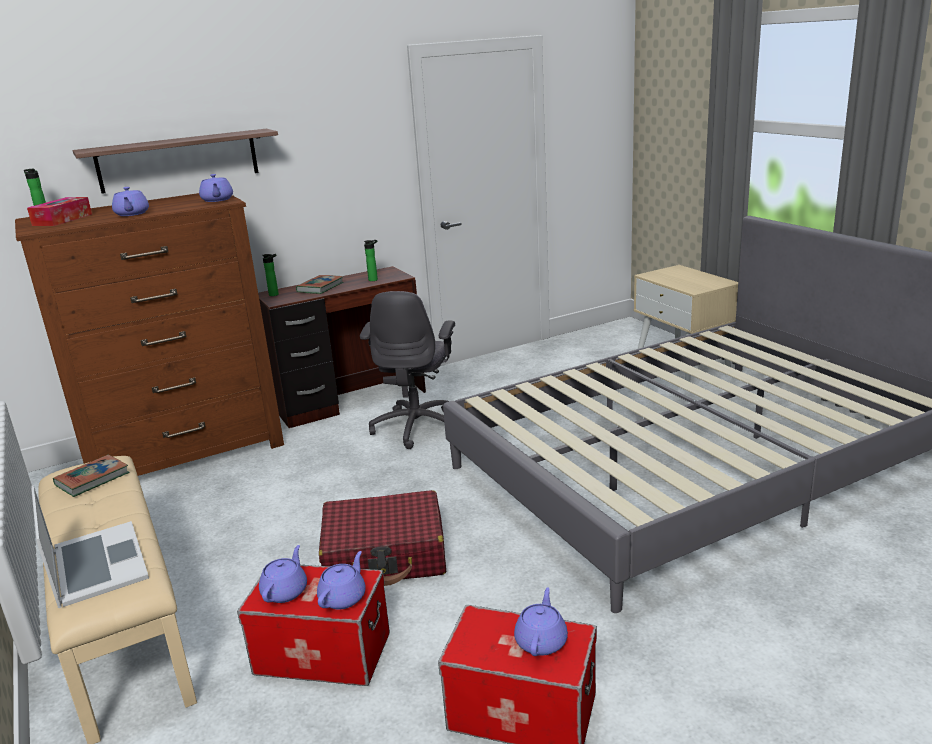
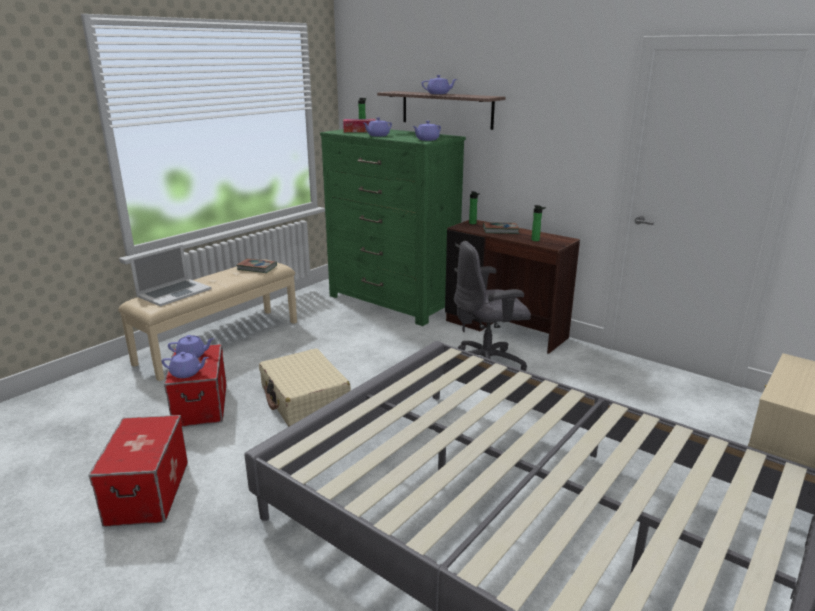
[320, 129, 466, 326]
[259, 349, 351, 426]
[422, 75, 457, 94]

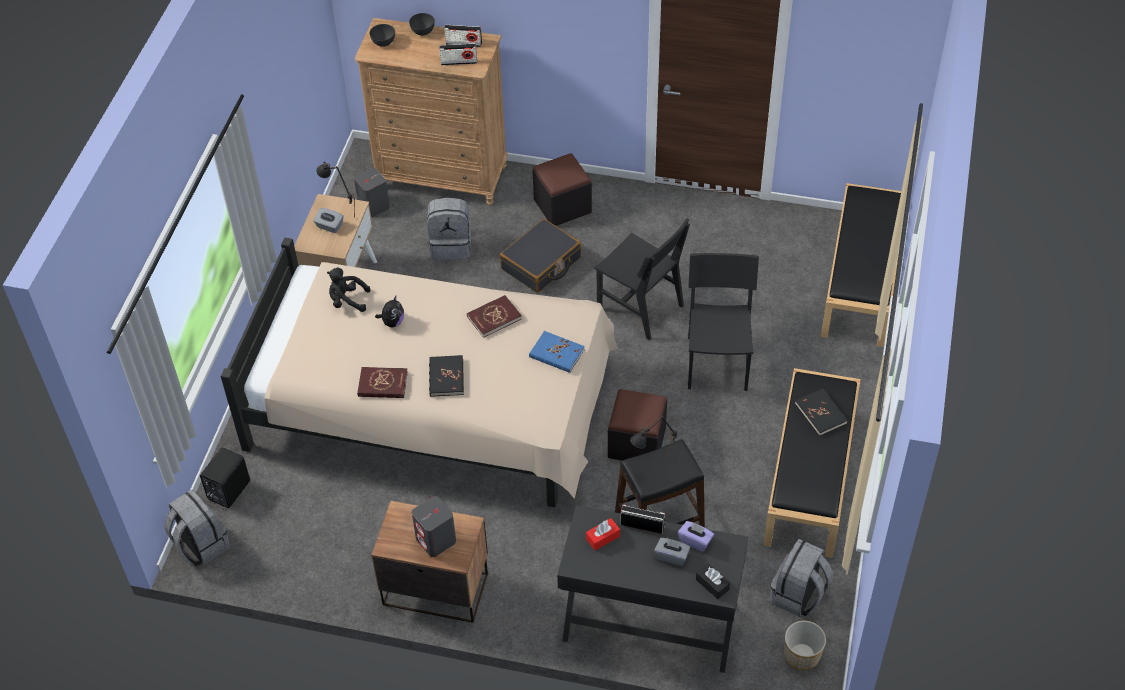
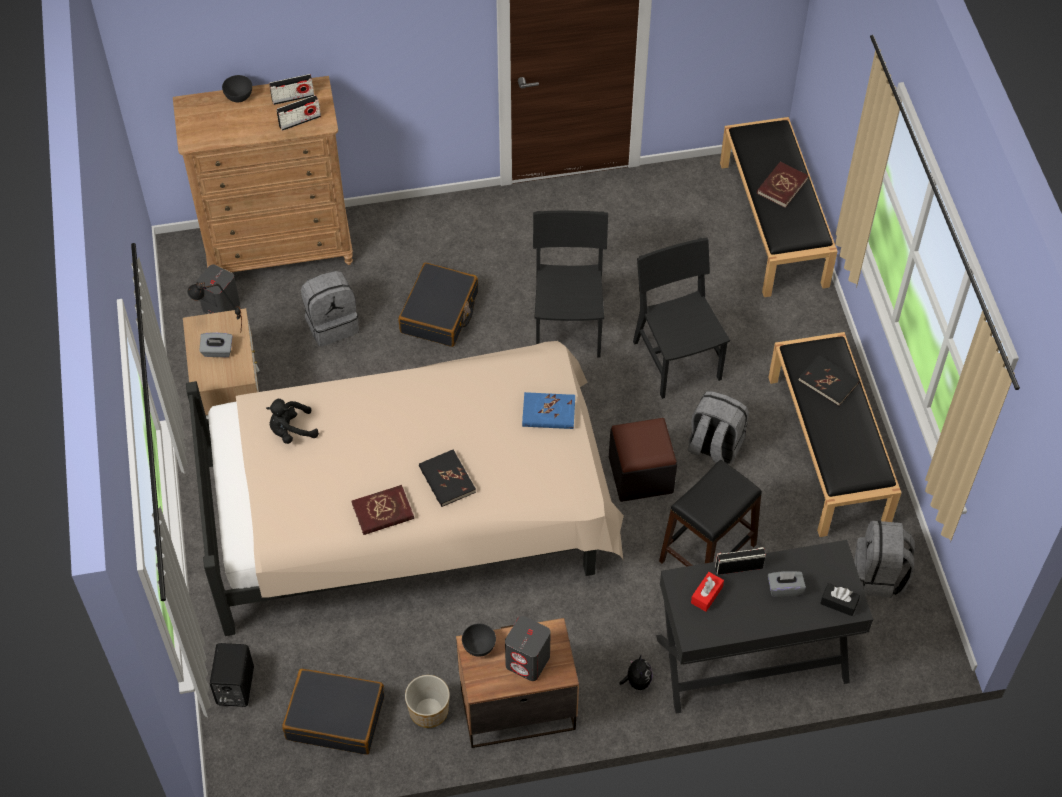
[462, 623, 496, 657]
[532, 153, 592, 226] (first image)
[533, 211, 608, 357]
[757, 161, 809, 208]
[619, 655, 652, 690]
[630, 416, 677, 456] (first image)
[687, 391, 749, 464]
[678, 521, 714, 552] (first image)
[405, 675, 450, 728]
[282, 669, 384, 755]

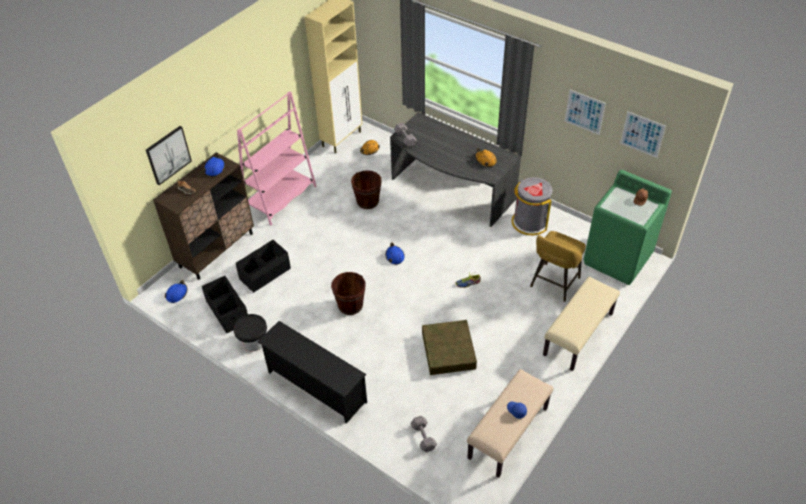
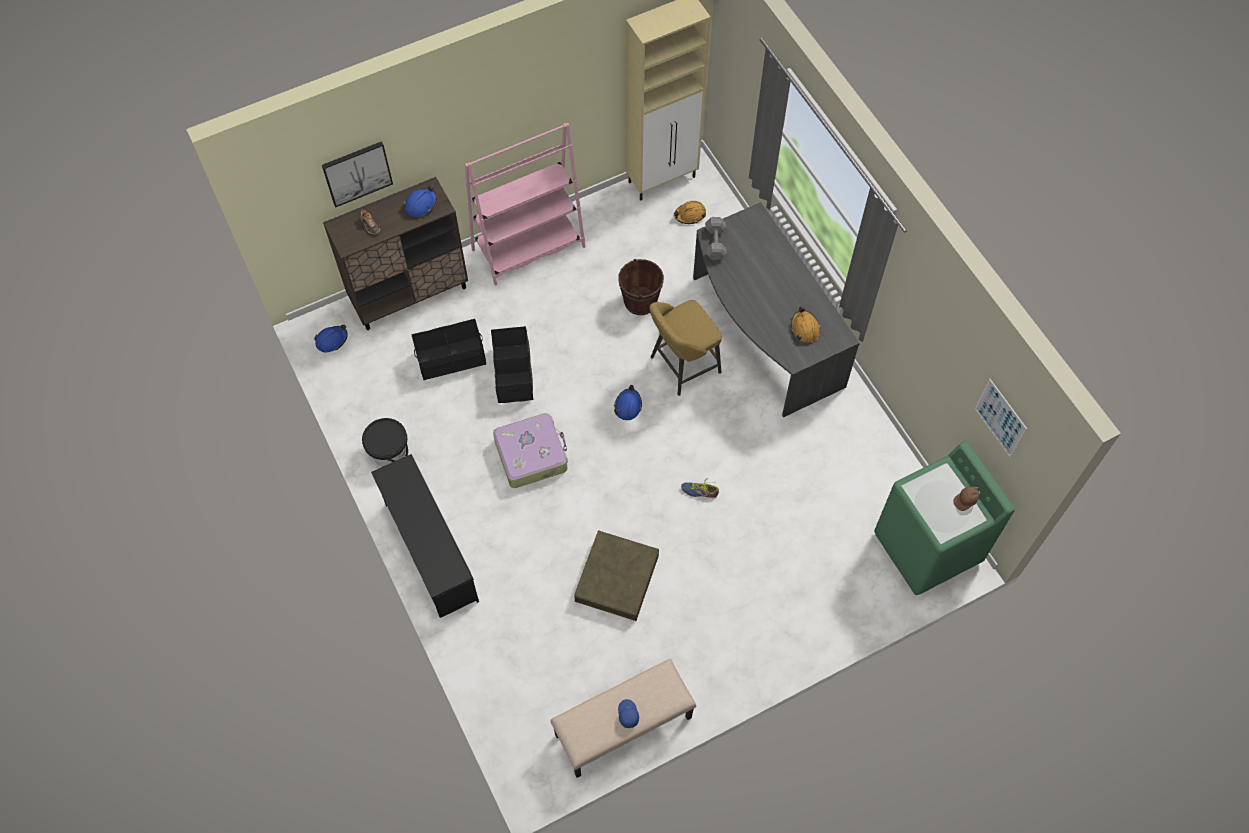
[565, 90, 606, 135] (first image)
[512, 177, 552, 235] (first image)
[649, 300, 722, 396]
[493, 413, 568, 488]
[491, 326, 533, 403]
[543, 277, 620, 371] (first image)
[410, 416, 437, 452] (first image)

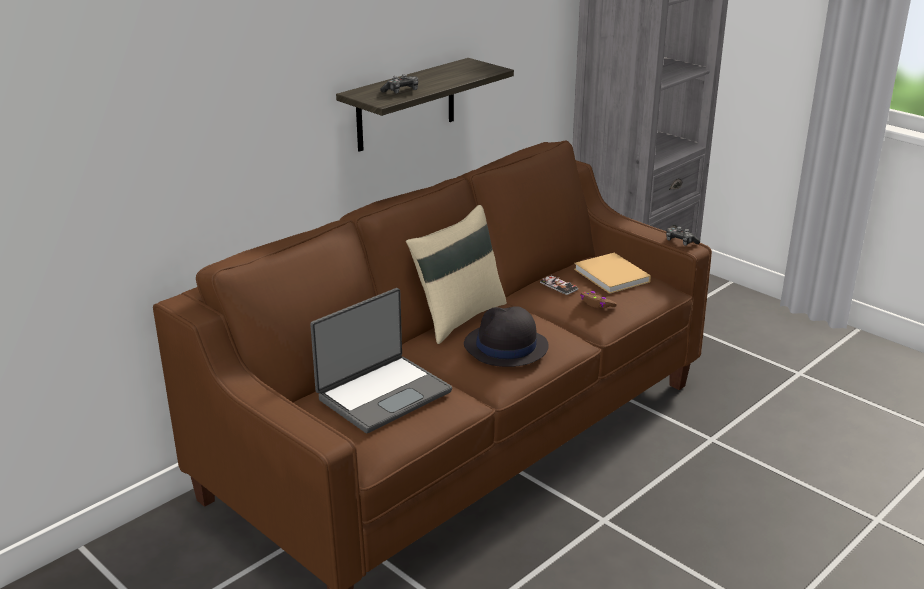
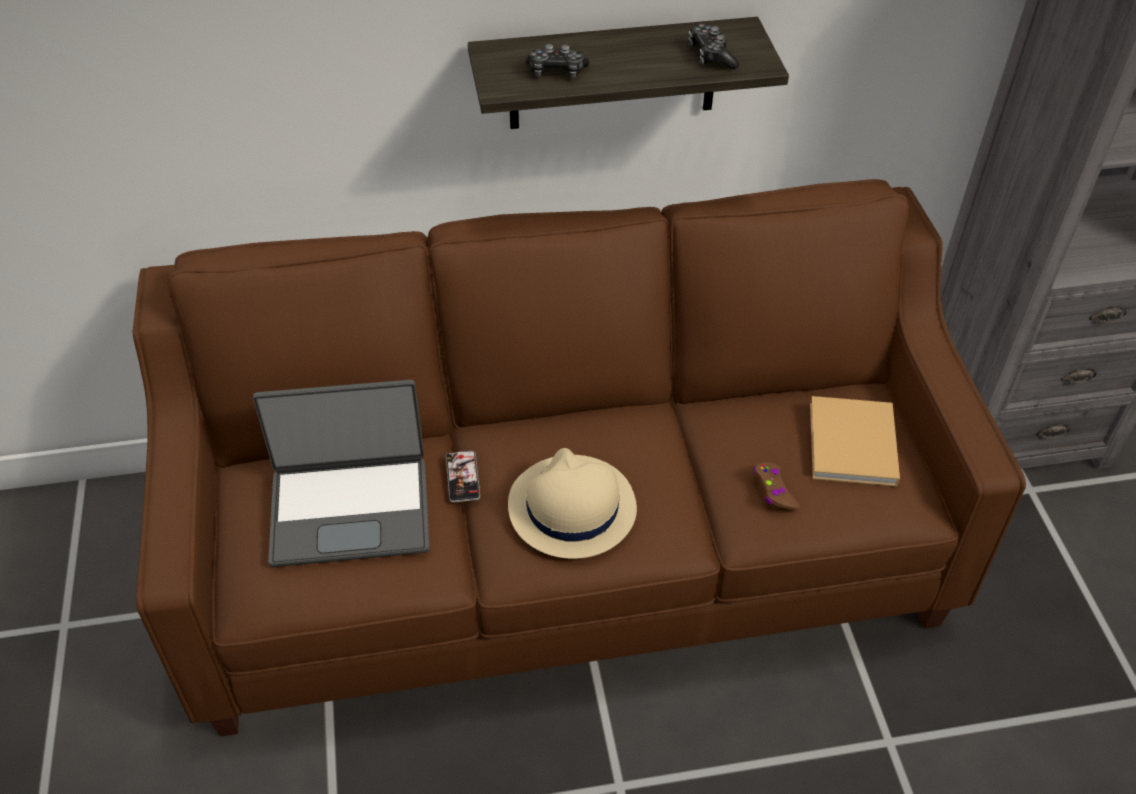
[406, 205, 507, 344] (first image)
[689, 23, 739, 70]
[446, 451, 480, 503]
[508, 448, 637, 559]

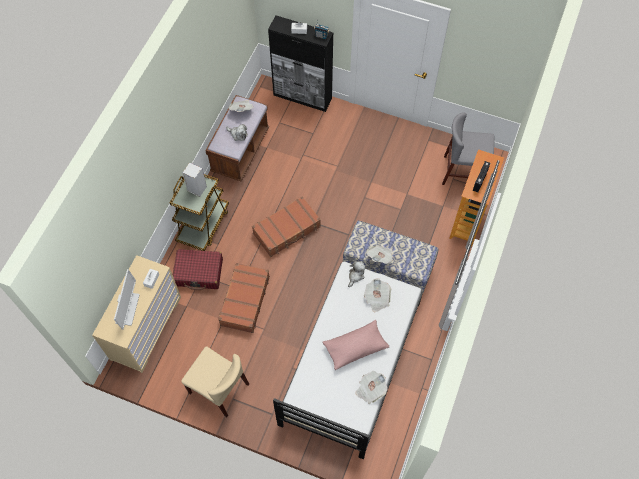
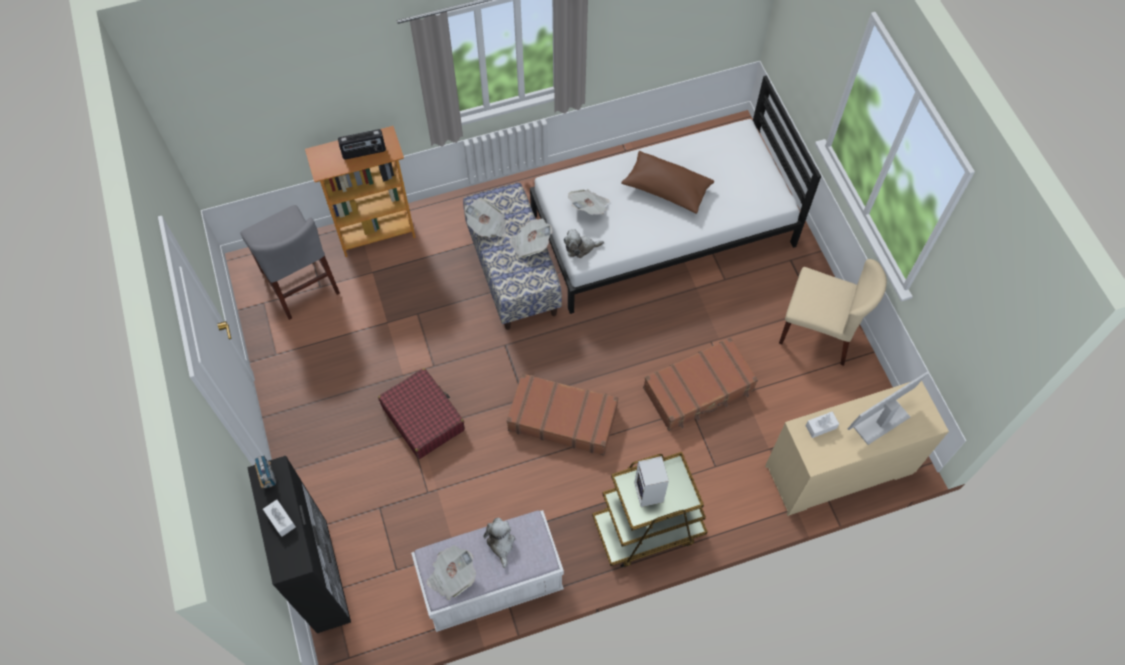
[411, 510, 564, 632]
[378, 368, 465, 459]
[621, 151, 714, 214]
[779, 259, 887, 366]
[465, 199, 506, 238]

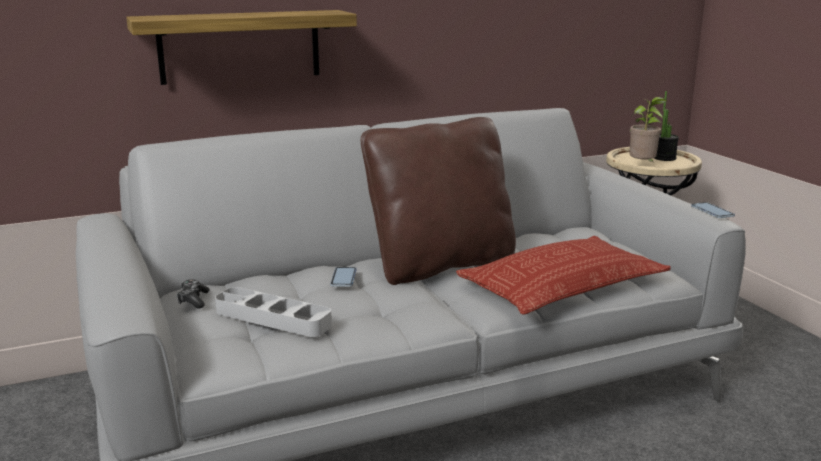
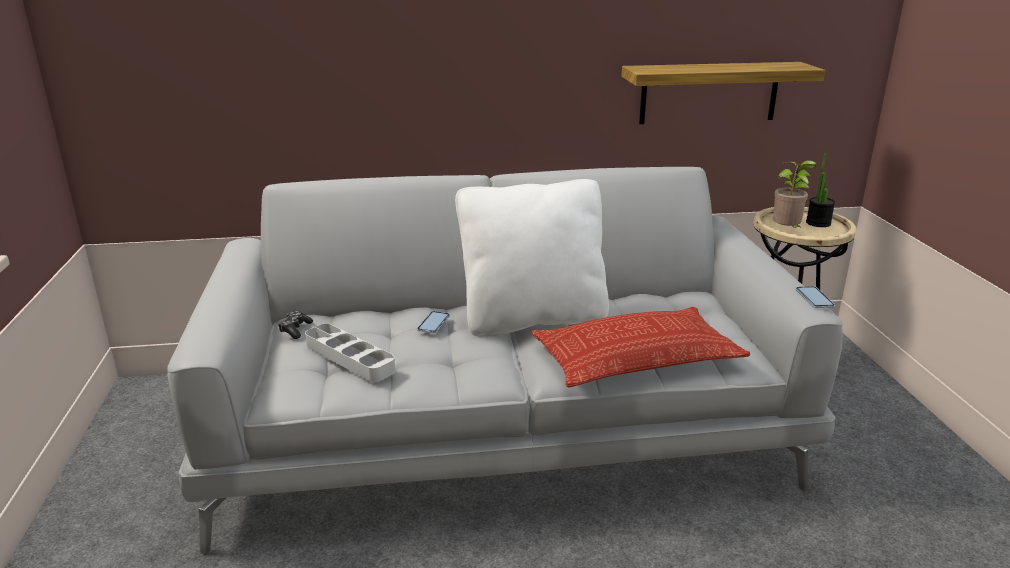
[621, 62, 825, 124]
[455, 179, 609, 336]

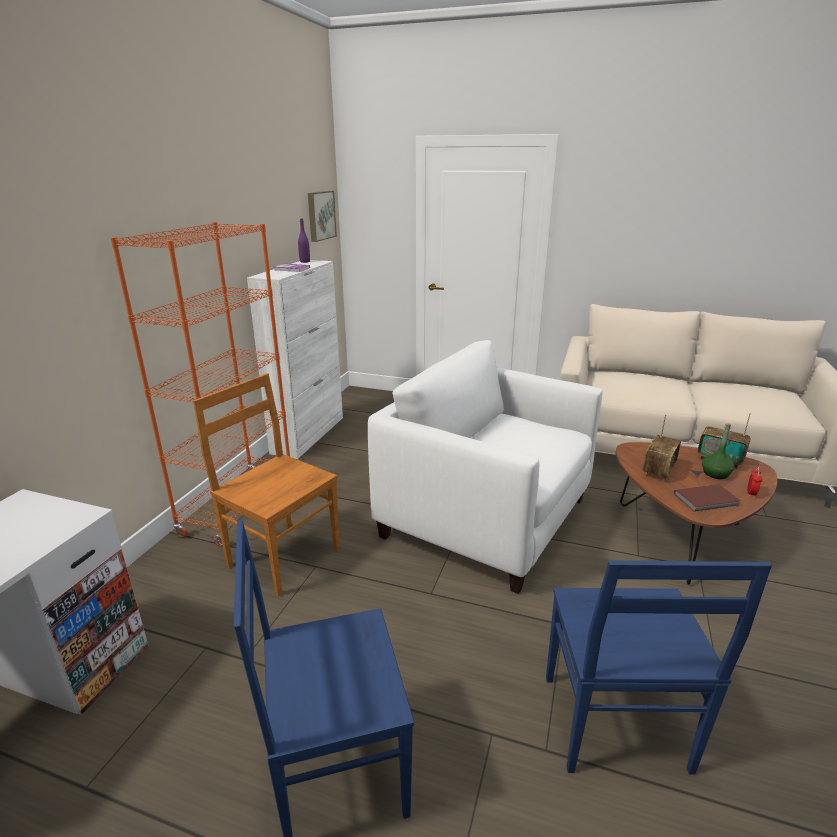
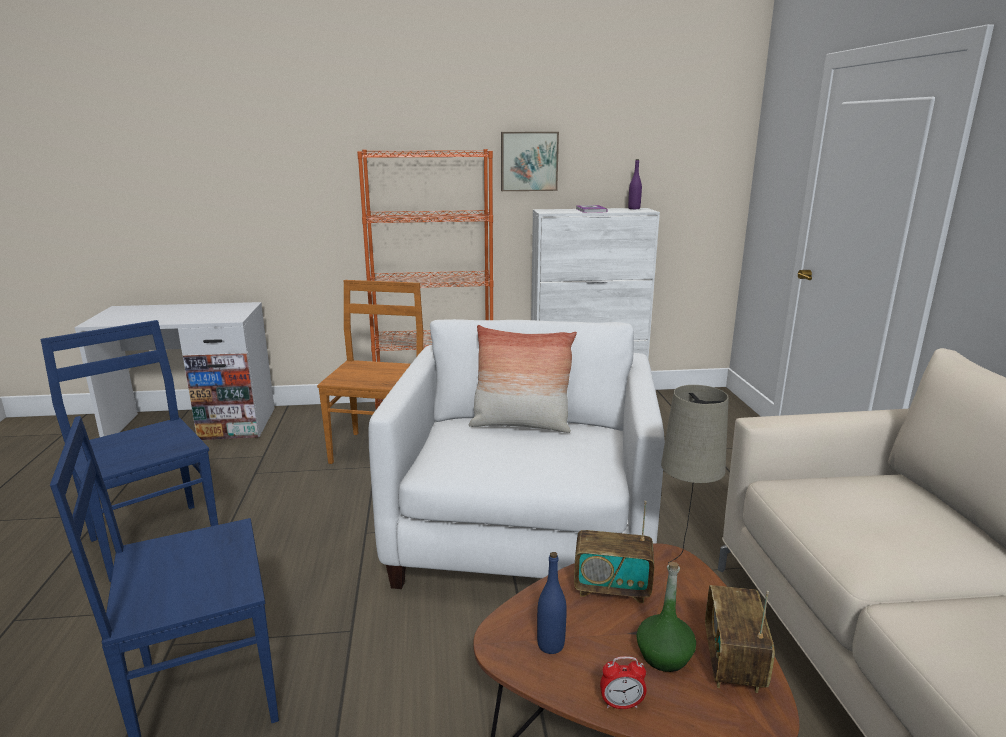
[501, 132, 559, 191]
[537, 552, 567, 654]
[469, 325, 577, 433]
[661, 385, 729, 563]

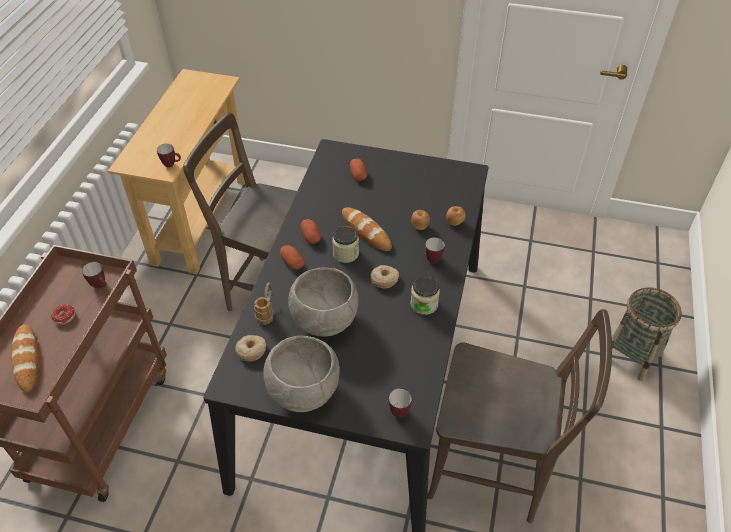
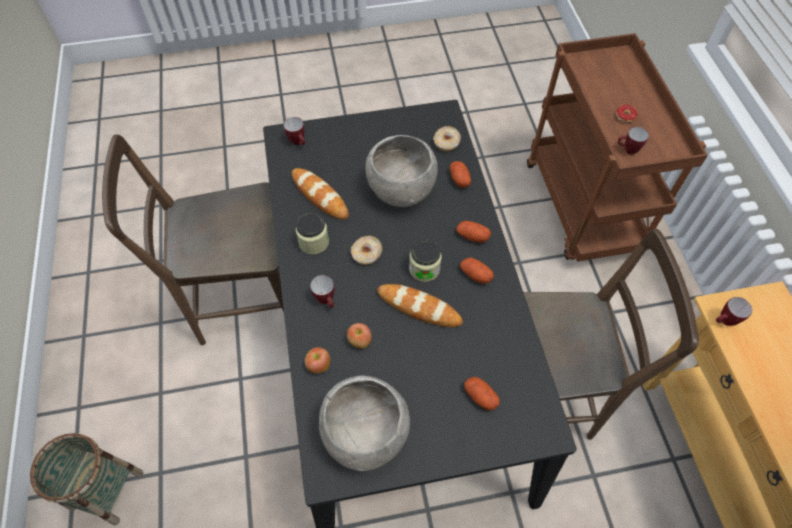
[450, 161, 471, 188]
[292, 168, 349, 220]
[319, 376, 410, 471]

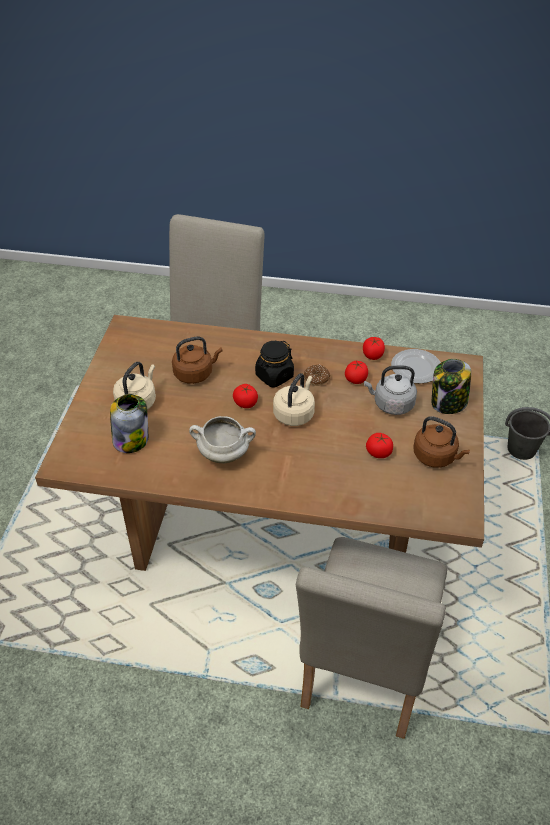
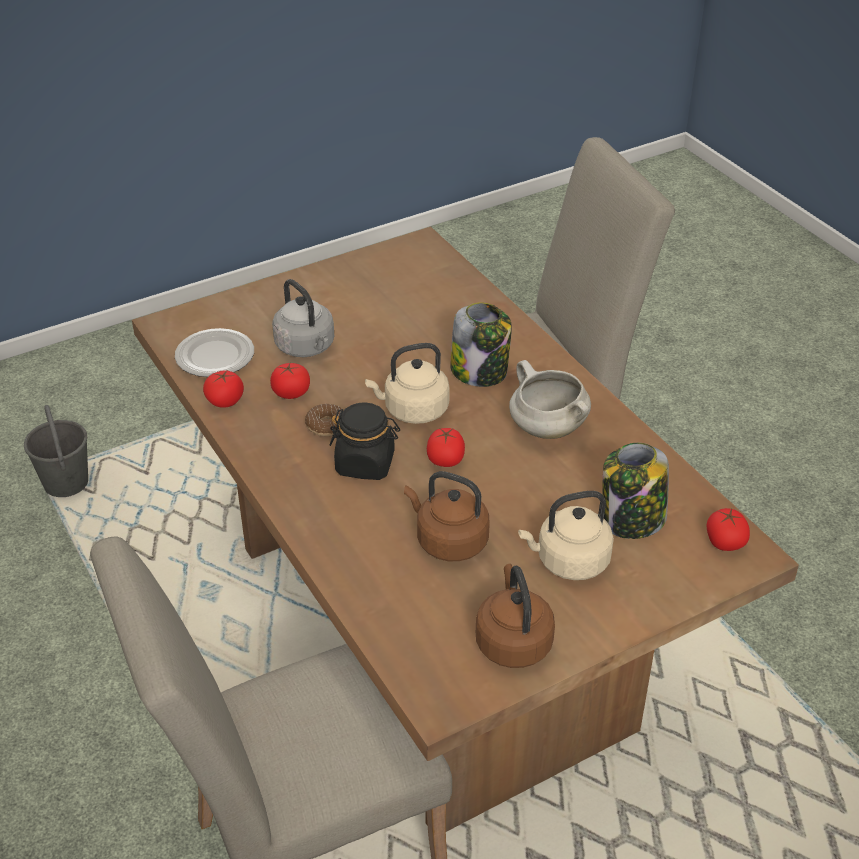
[450, 302, 512, 387]
[476, 564, 555, 668]
[707, 508, 750, 551]

